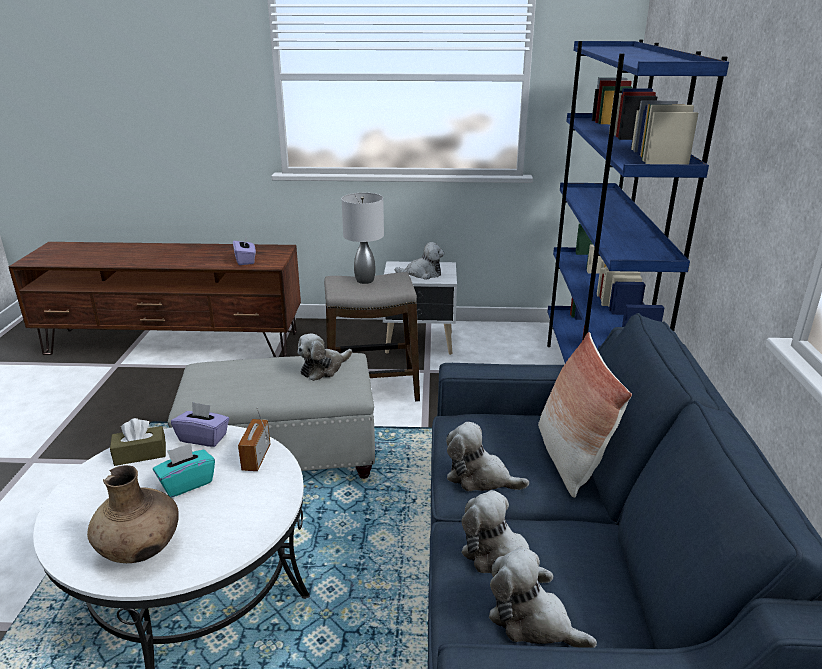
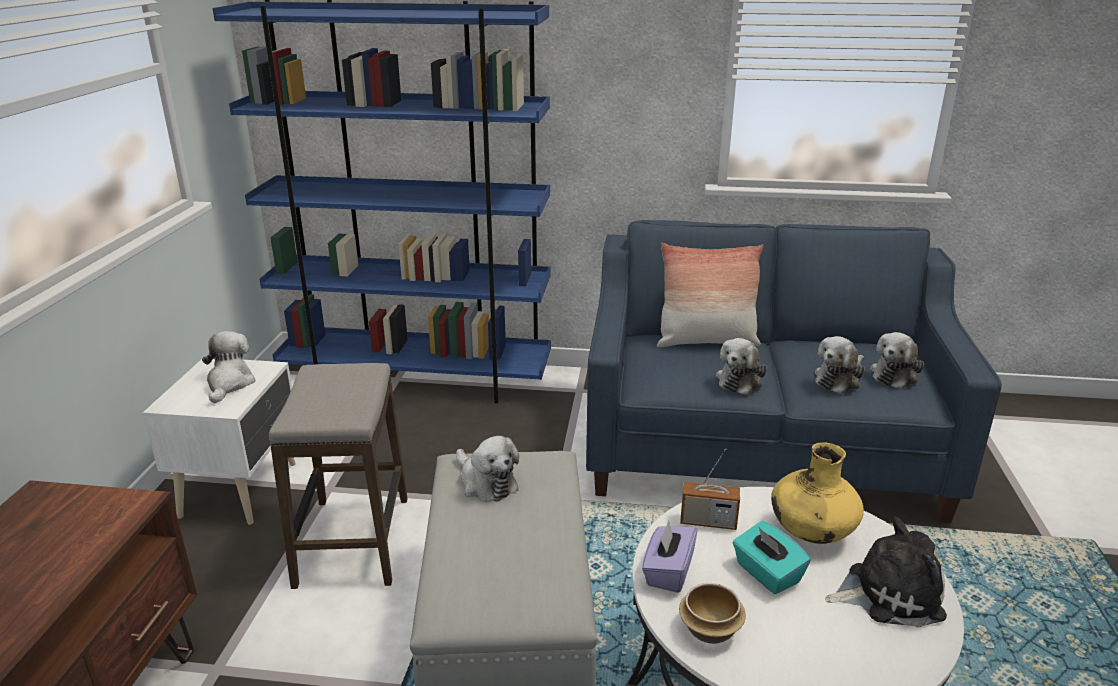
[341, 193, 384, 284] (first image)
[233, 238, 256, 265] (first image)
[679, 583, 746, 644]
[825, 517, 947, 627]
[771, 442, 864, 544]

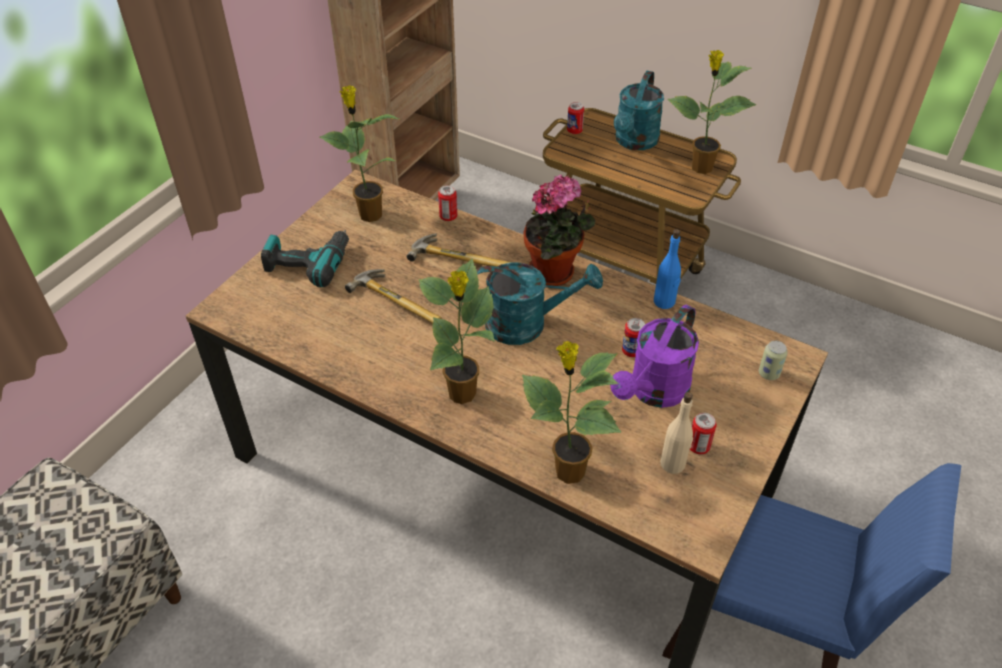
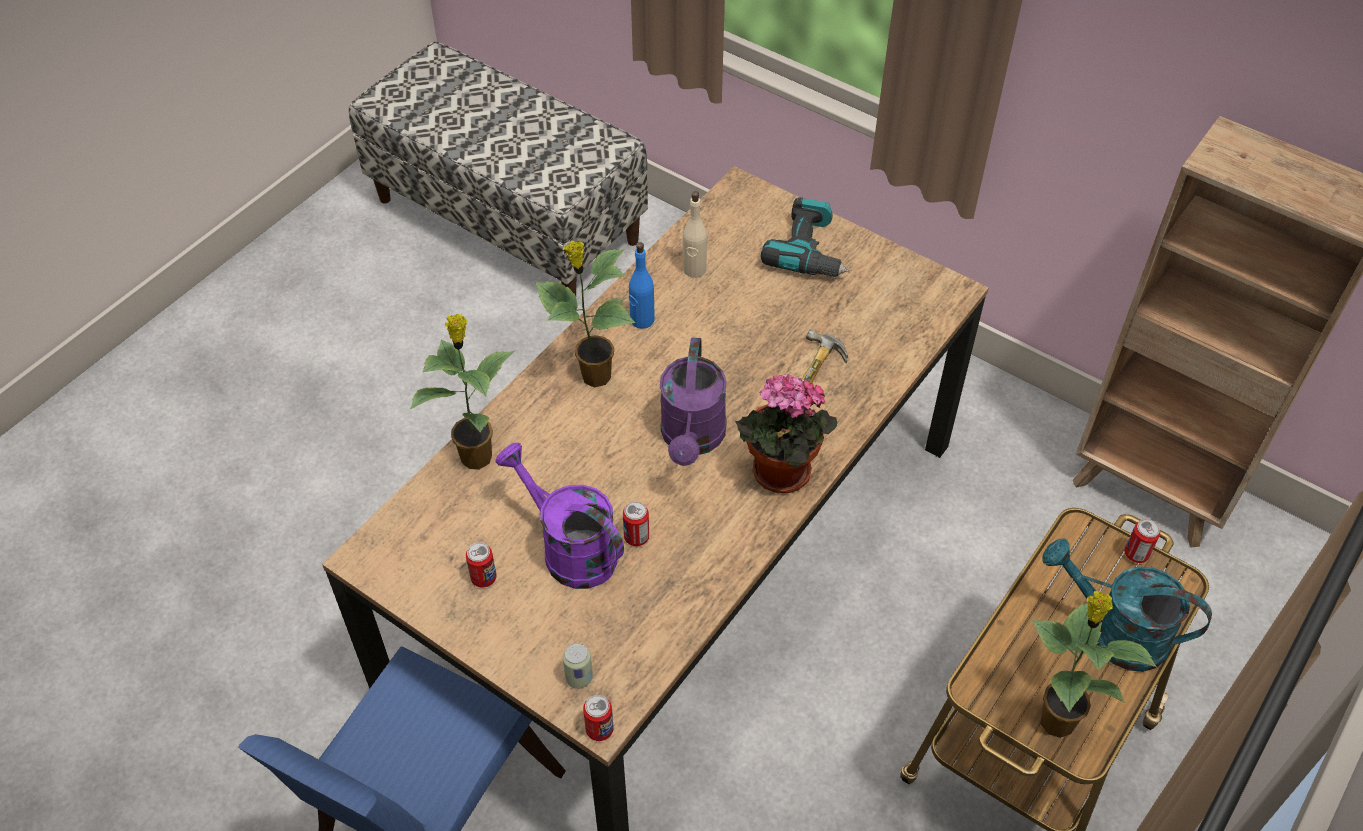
[319, 85, 399, 222] (first image)
[583, 695, 614, 741]
[629, 242, 655, 329]
[660, 337, 727, 466]
[345, 269, 442, 324] (first image)
[683, 191, 707, 278]

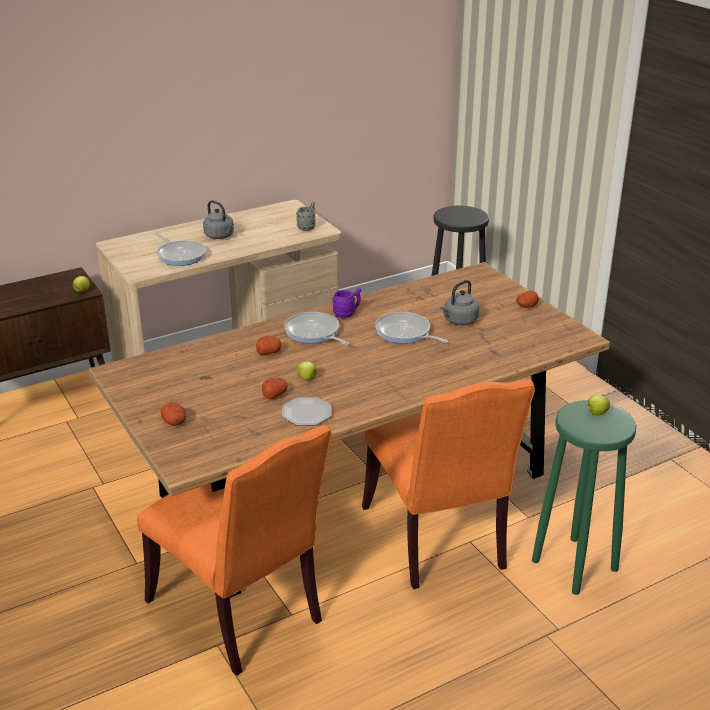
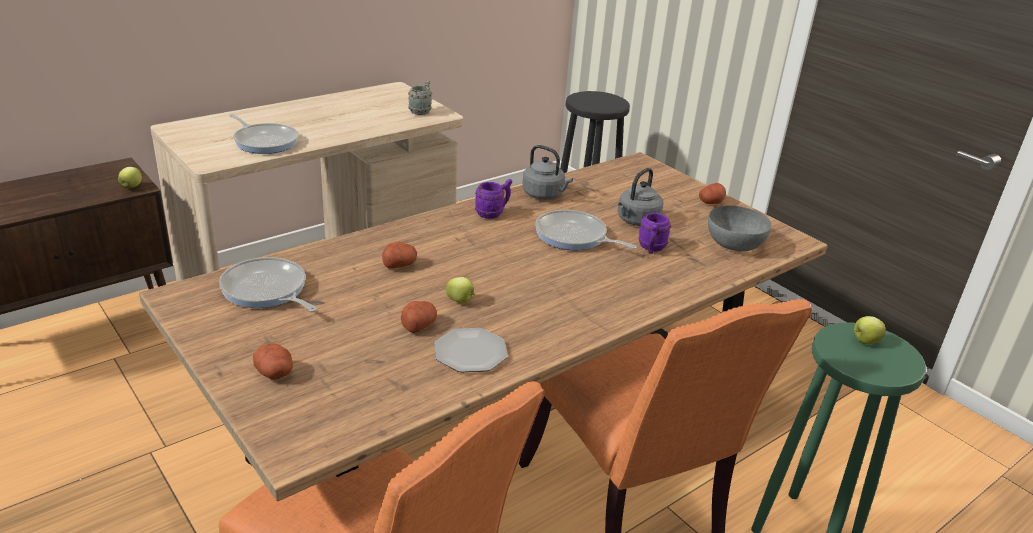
[522, 145, 573, 200]
[219, 257, 317, 312]
[708, 206, 771, 251]
[638, 213, 671, 254]

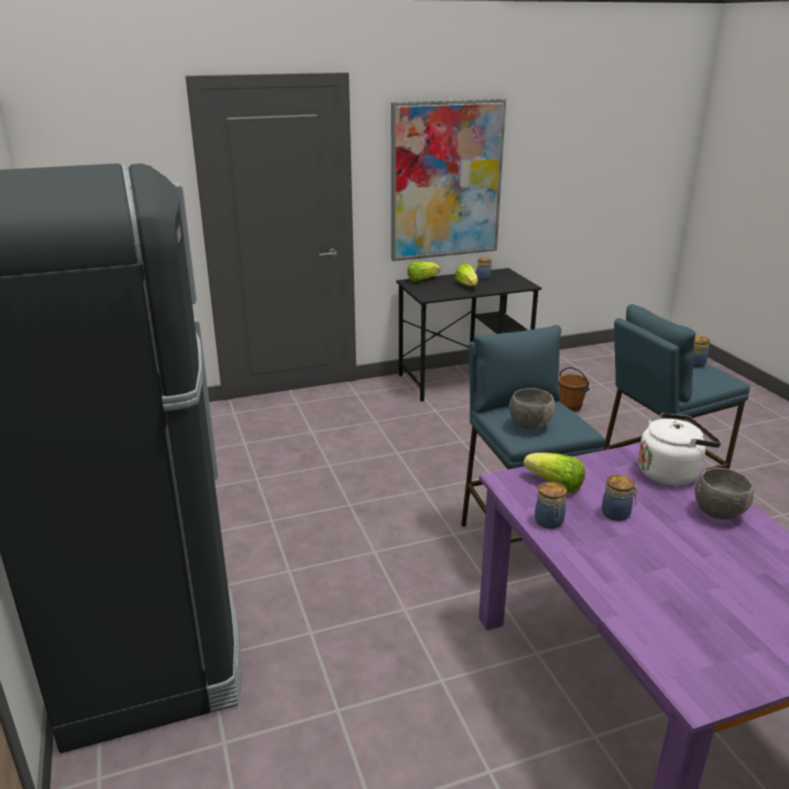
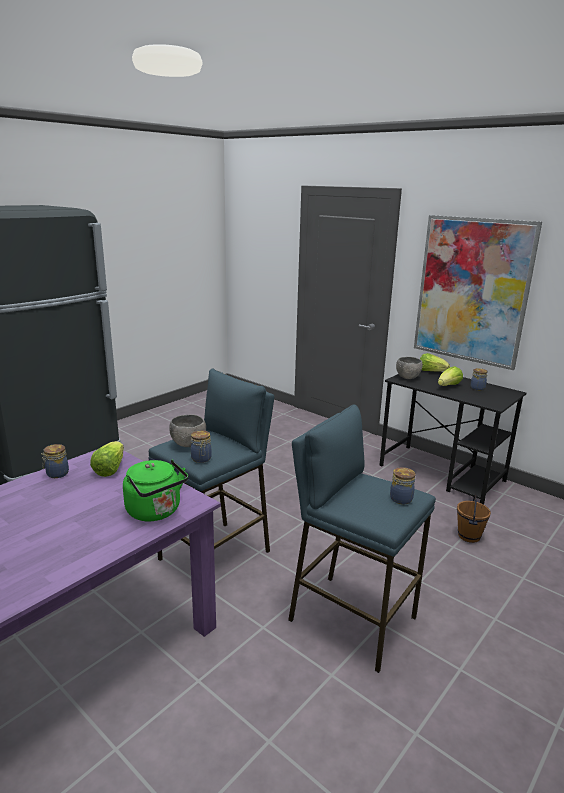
[123, 460, 188, 521]
[396, 357, 423, 379]
[191, 430, 212, 463]

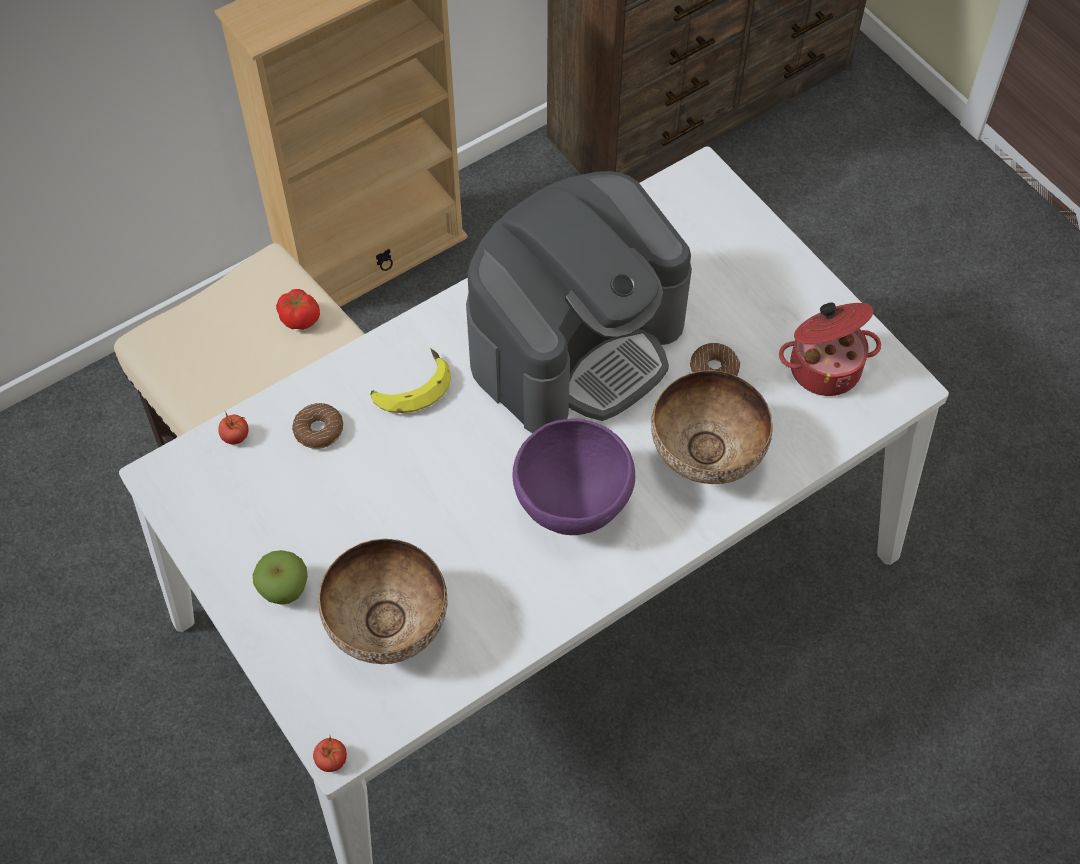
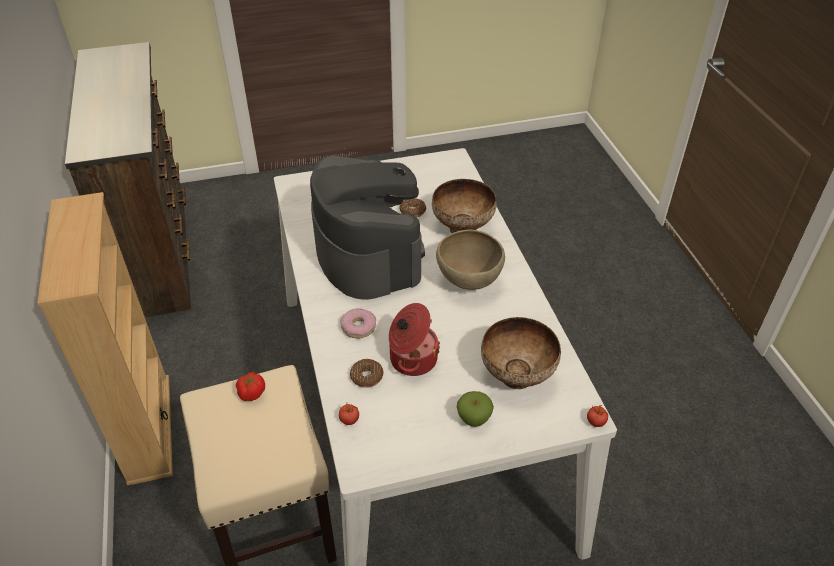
[389, 303, 440, 376]
[340, 308, 376, 338]
[436, 230, 505, 290]

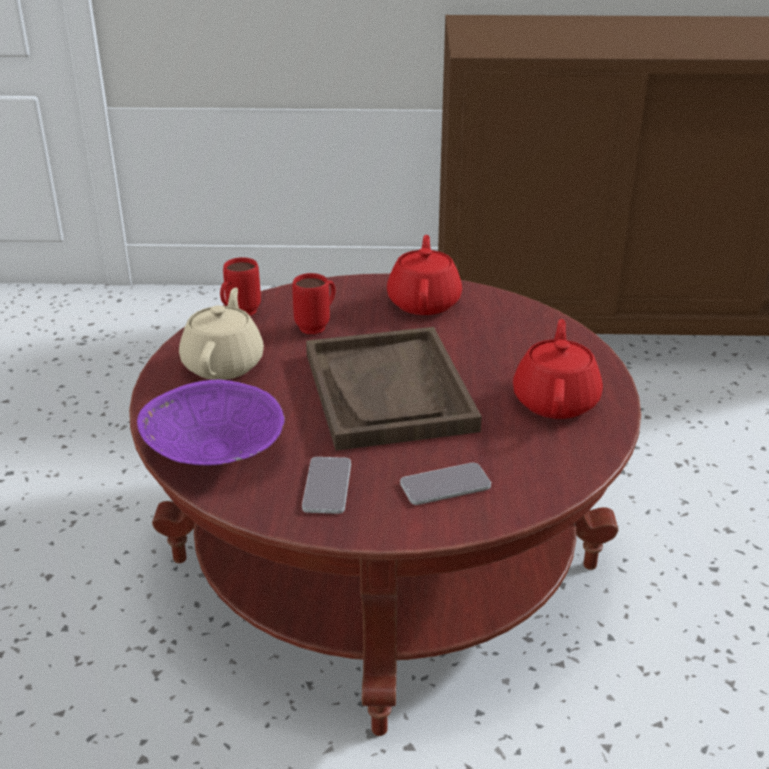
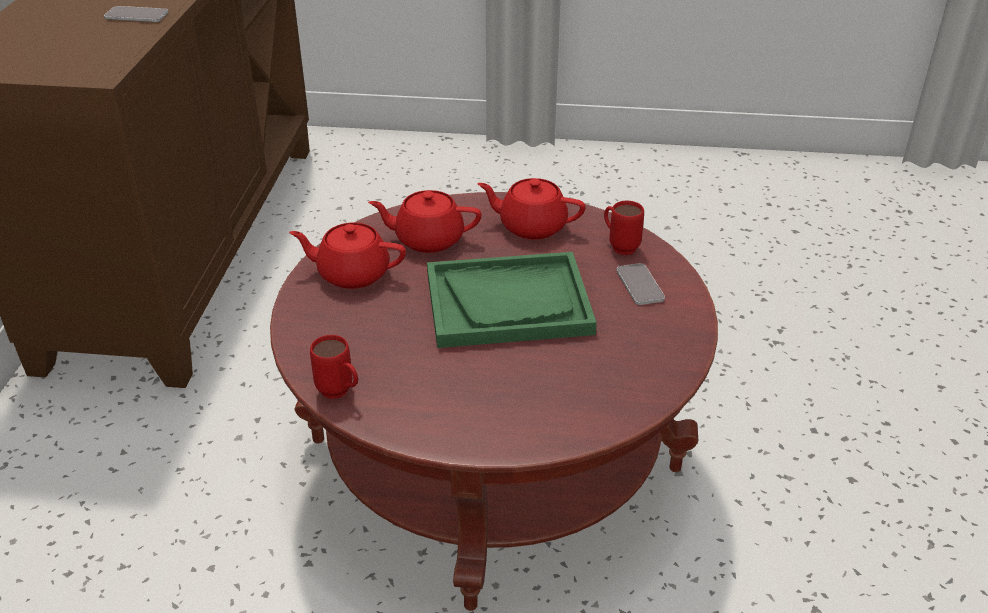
[604, 201, 644, 255]
[179, 287, 264, 380] (first image)
[427, 252, 597, 348]
[137, 379, 285, 466] (first image)
[104, 6, 169, 22]
[368, 190, 482, 253]

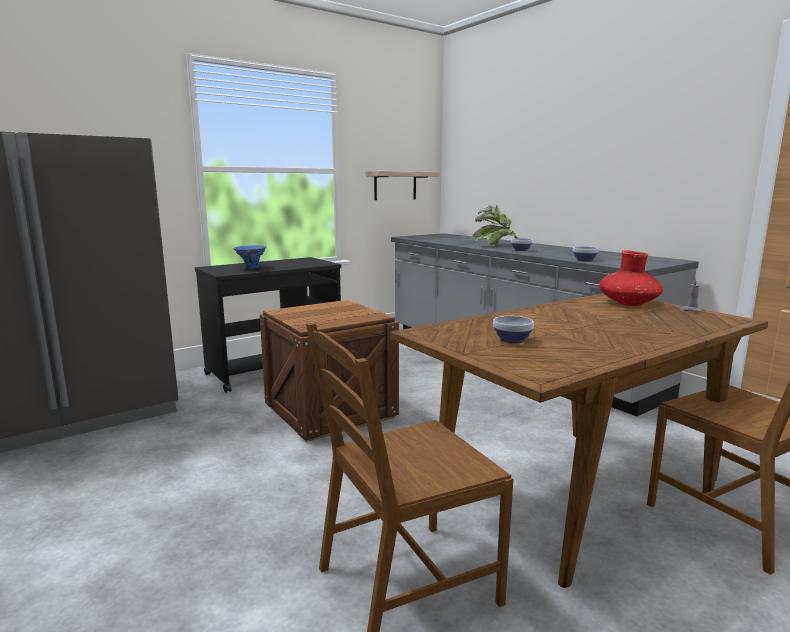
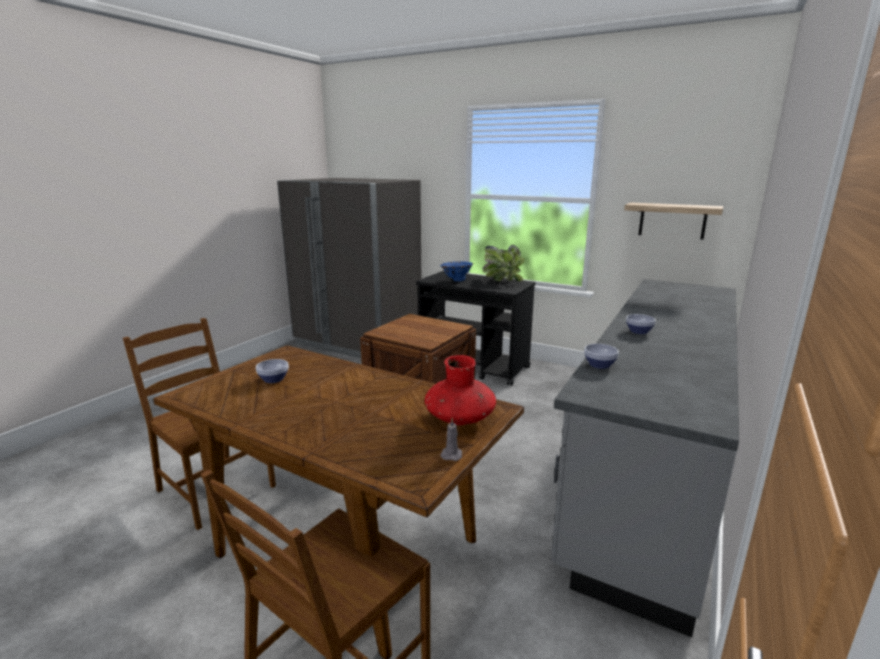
[482, 245, 525, 281]

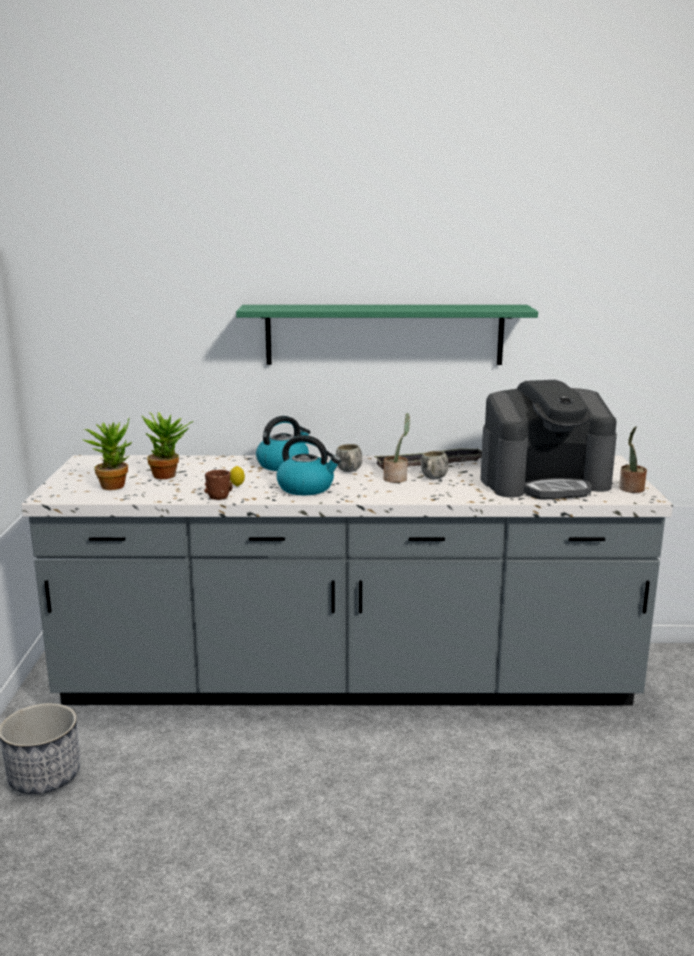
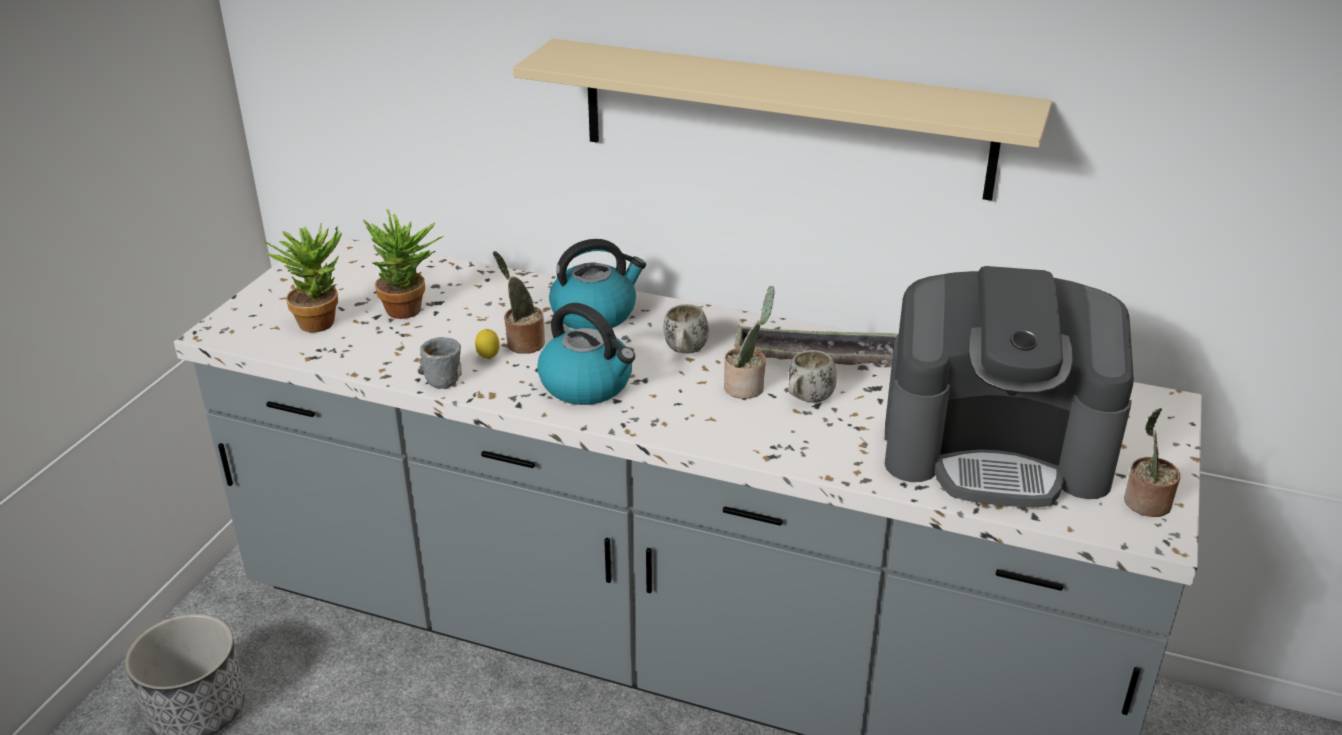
[513, 39, 1052, 201]
[417, 337, 461, 389]
[493, 251, 545, 354]

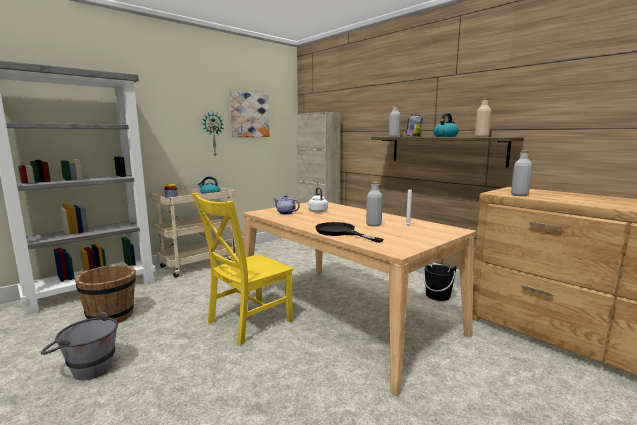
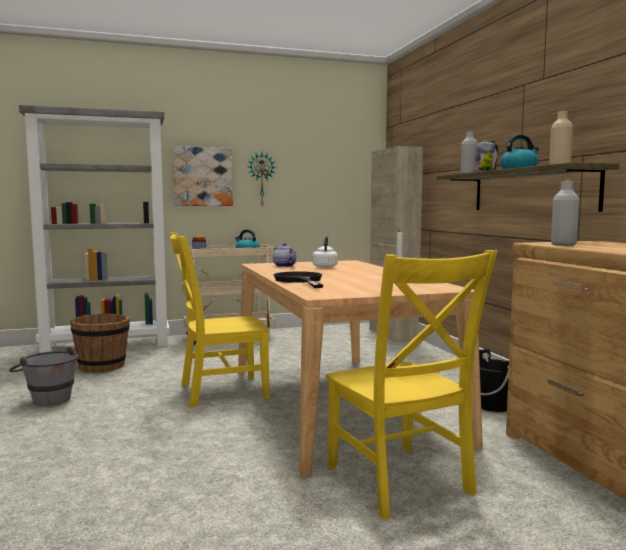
[173, 146, 233, 206]
[366, 182, 383, 226] (first image)
[326, 250, 498, 519]

